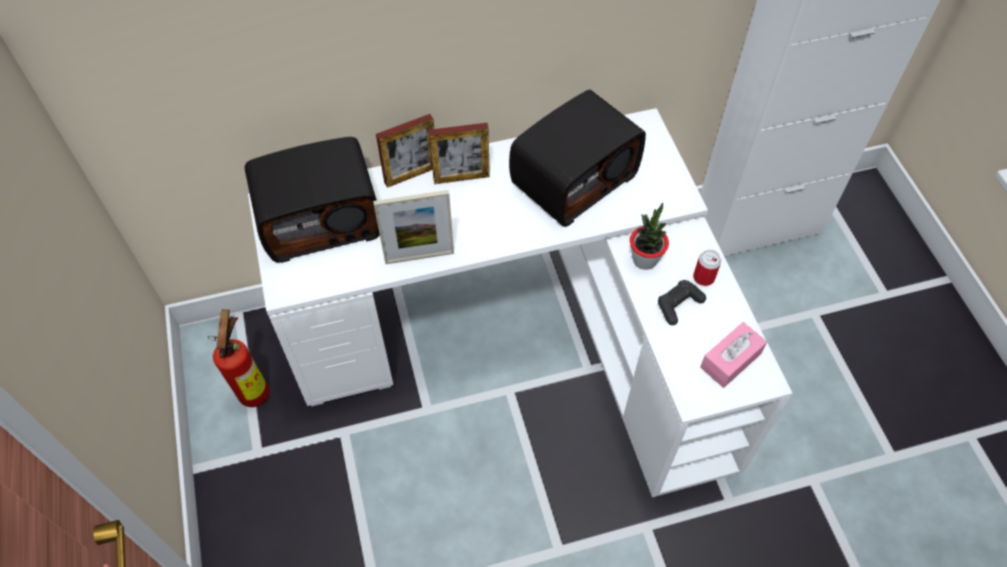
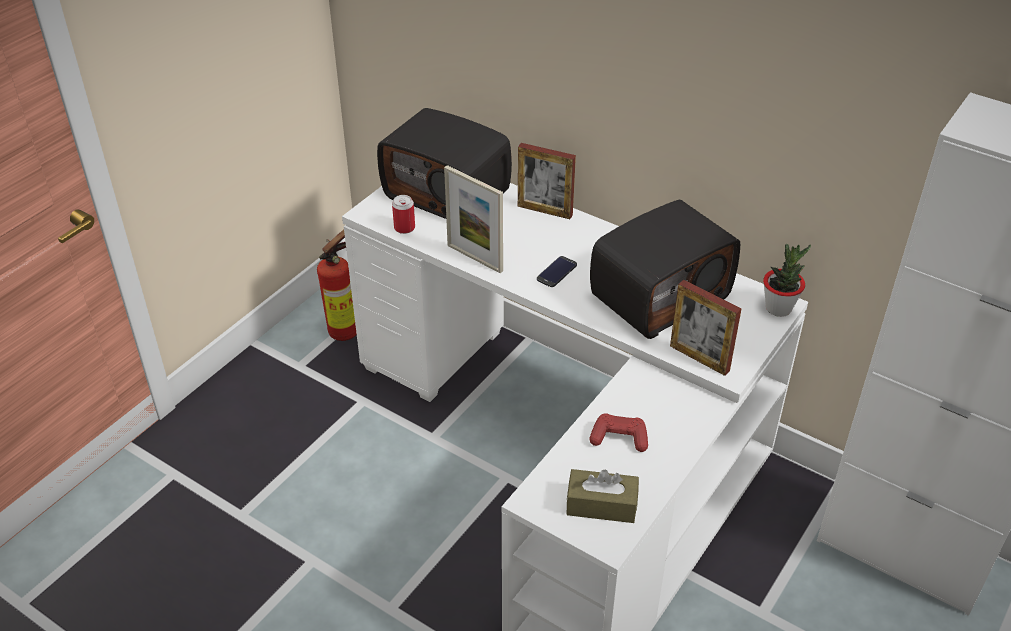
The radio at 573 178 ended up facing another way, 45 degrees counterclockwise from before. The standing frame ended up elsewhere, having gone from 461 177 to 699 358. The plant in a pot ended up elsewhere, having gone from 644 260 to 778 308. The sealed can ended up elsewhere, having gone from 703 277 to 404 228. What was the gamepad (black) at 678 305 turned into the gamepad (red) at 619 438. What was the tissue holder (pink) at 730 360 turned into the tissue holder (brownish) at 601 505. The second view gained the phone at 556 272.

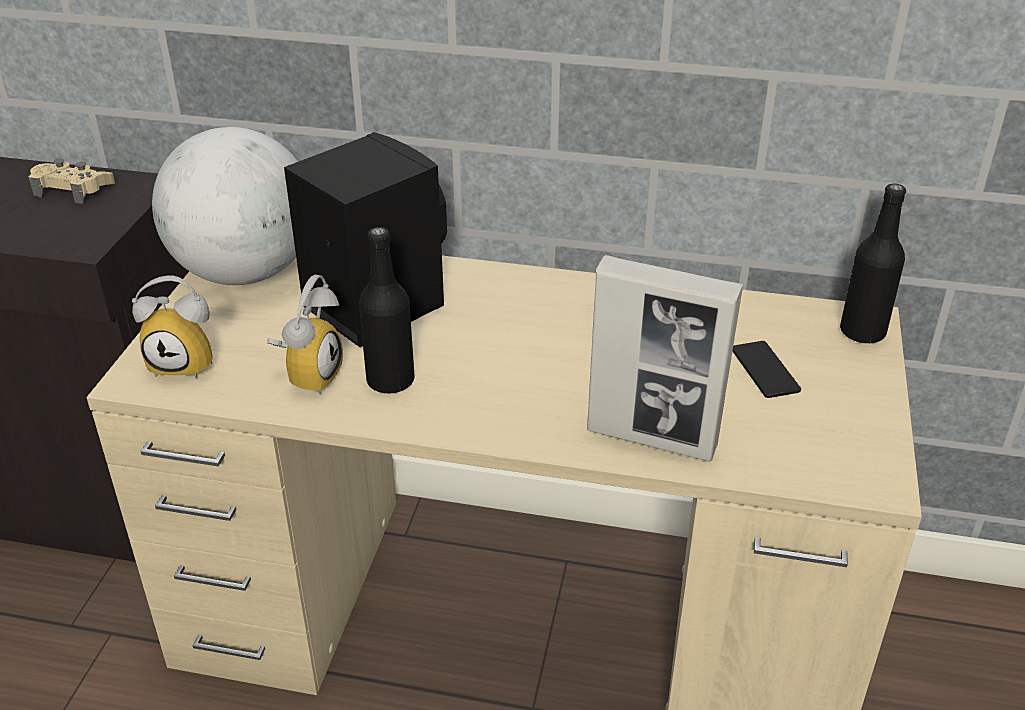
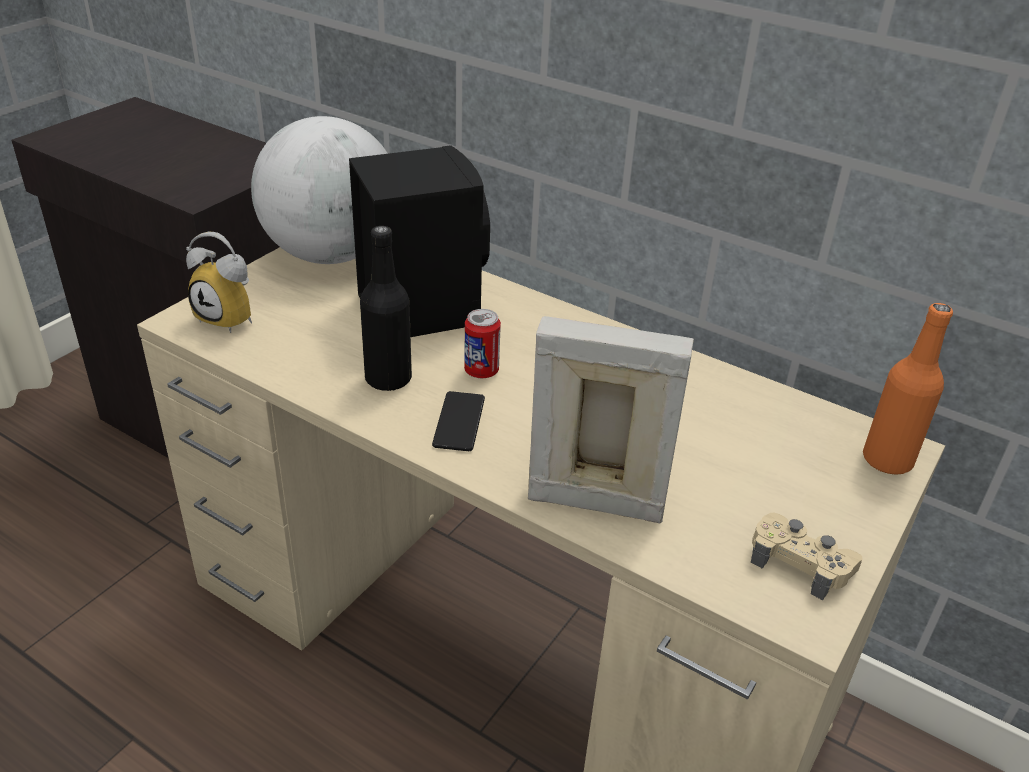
The gamepad (beige-coloured) ended up elsewhere, having gone from 73 189 to 800 562. What was the beverage bottle (black) at 862 332 turned into the beverage bottle (orange-coloured) at 887 460. The standing frame at 652 439 ended up facing another way, 150 degrees clockwise from before. The second view lost the table clock at 309 375. The phone ended up elsewhere, having gone from 765 370 to 459 422. The second view gained the sealed can at 481 371.

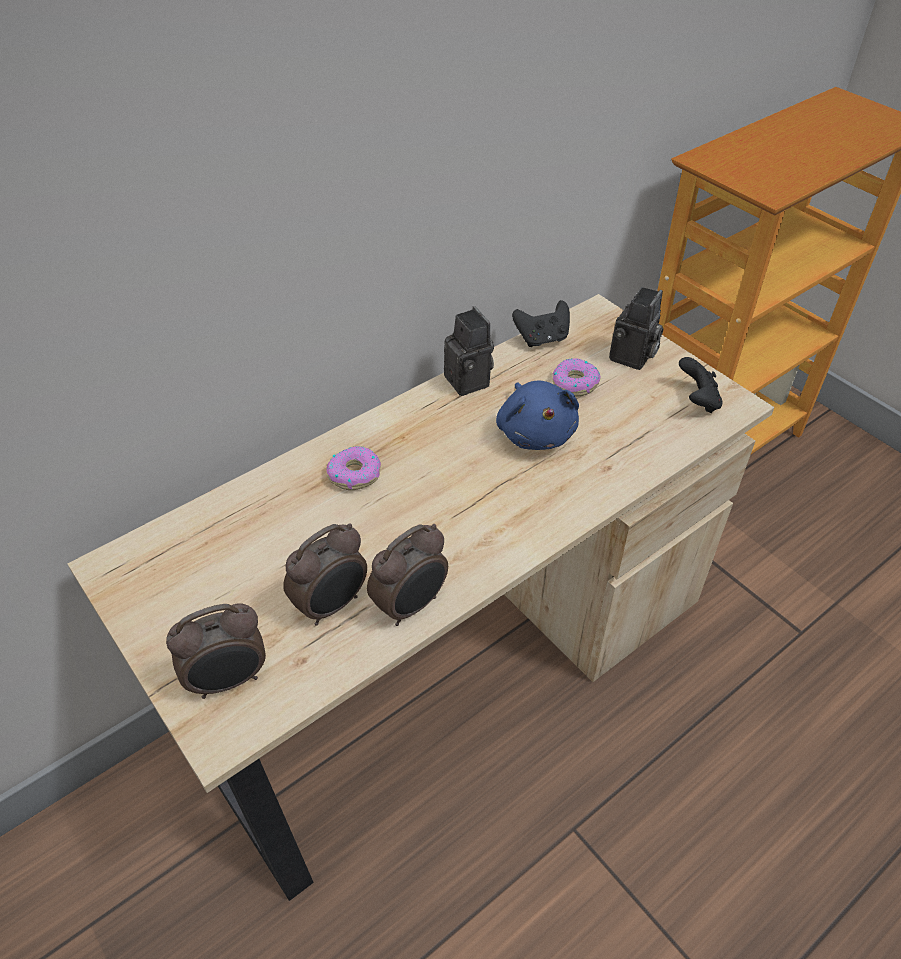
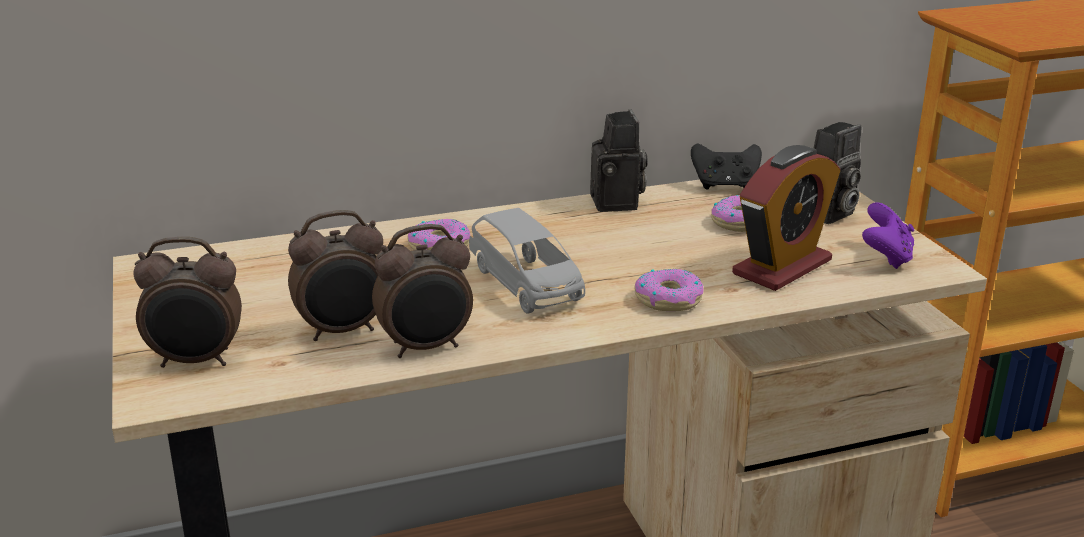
What was the gamepad (black) at 697 401 turned into the gamepad (purple) at 885 257. The second view lost the plush toy (blue) at 535 432. The second view gained the table clock at 782 267. The second view gained the toy car (gray) at 526 284. The second view gained the ring doughnut at 668 299.

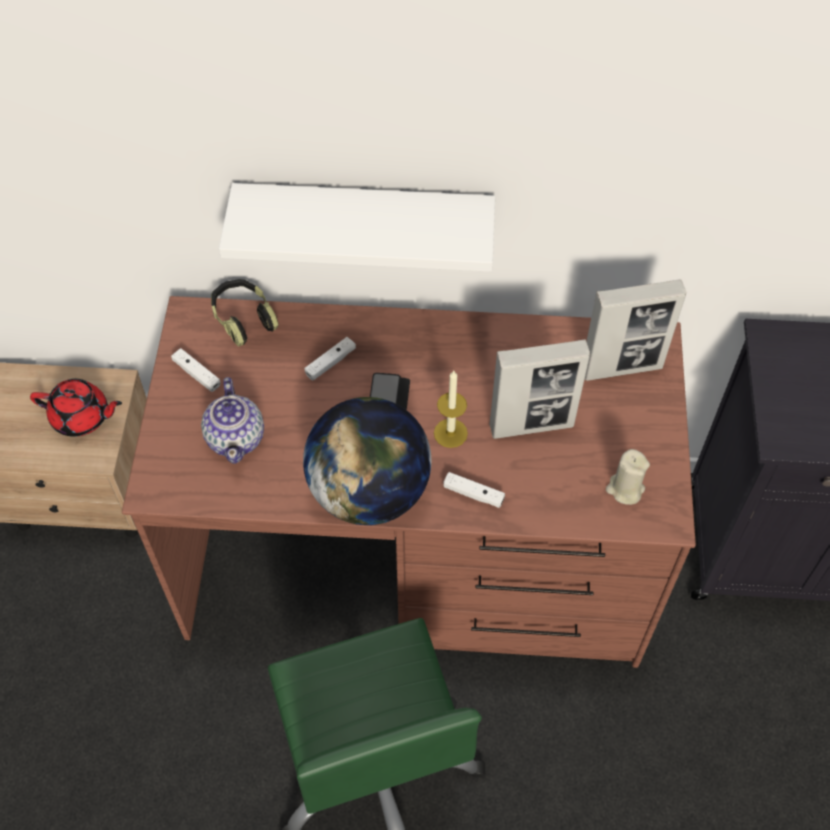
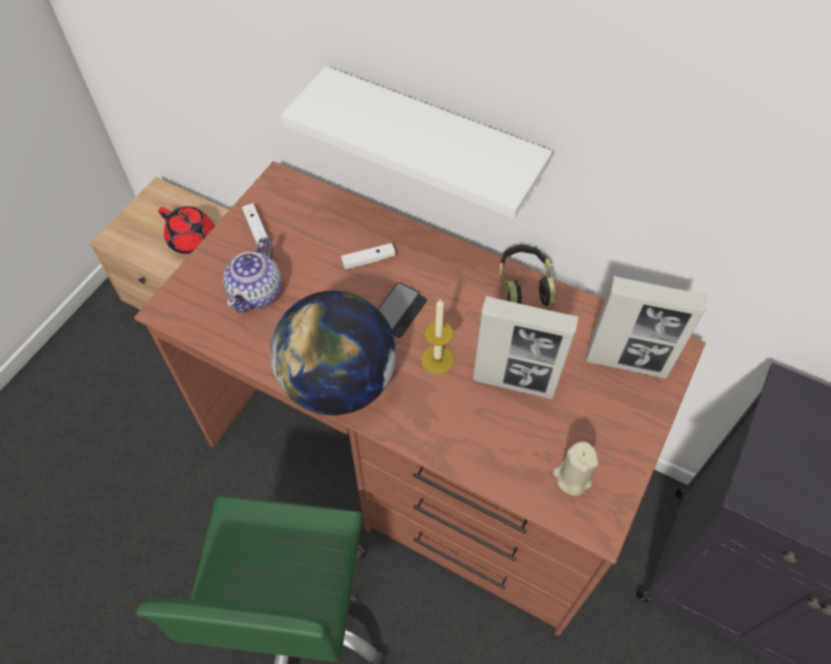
The headset ended up elsewhere, having gone from 243 318 to 524 284. The second view lost the gamepad (whitish) at 473 494.

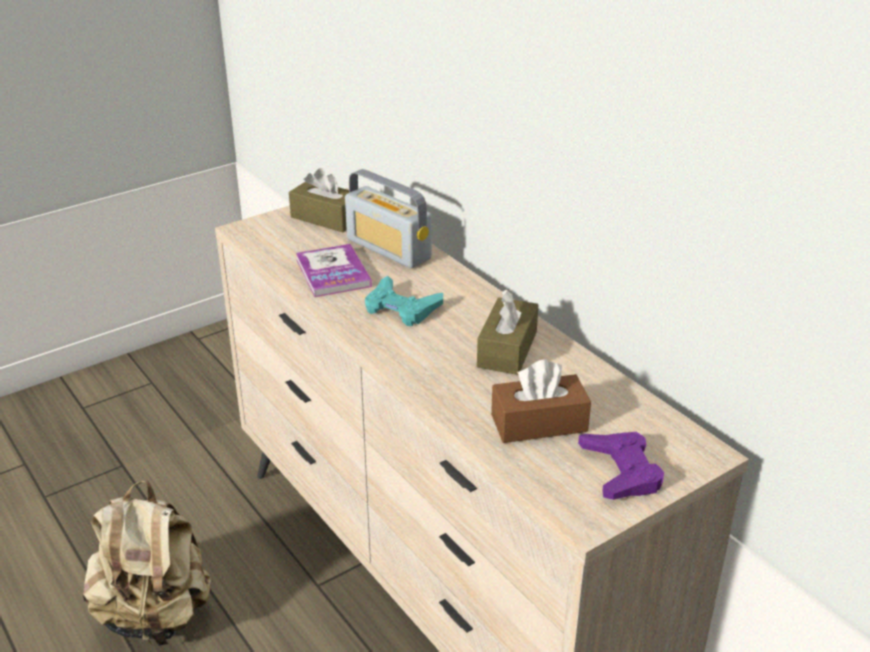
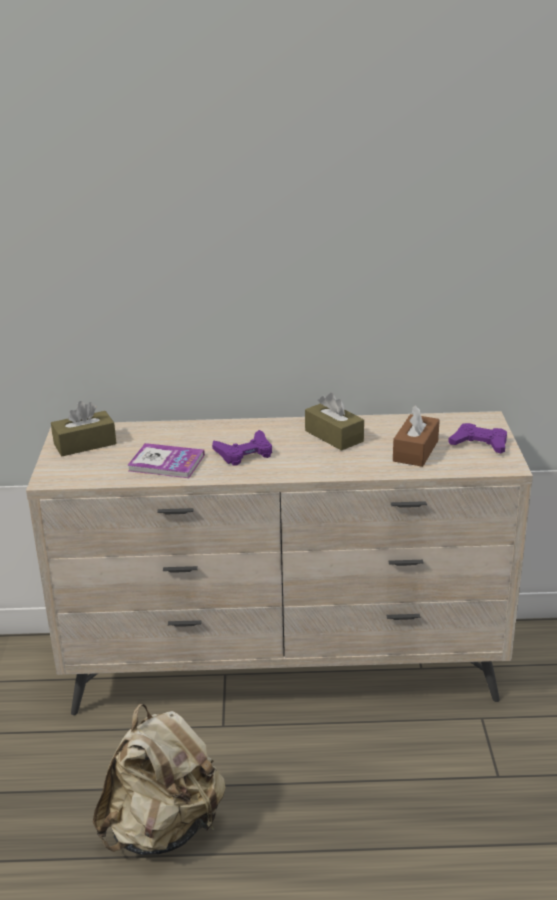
The second view lost the radio at 388 249. What was the gamepad (turquoise-coloured) at 401 308 turned into the gamepad (purple) at 244 453.

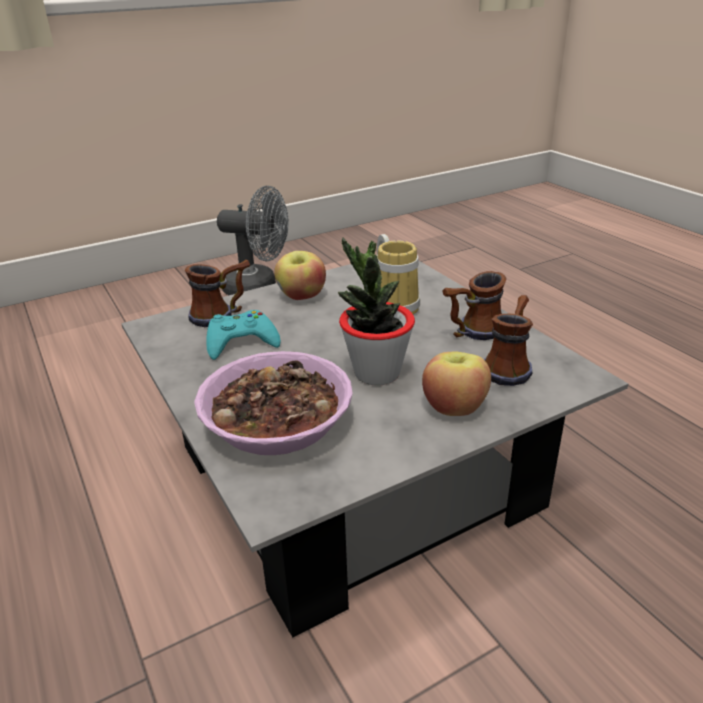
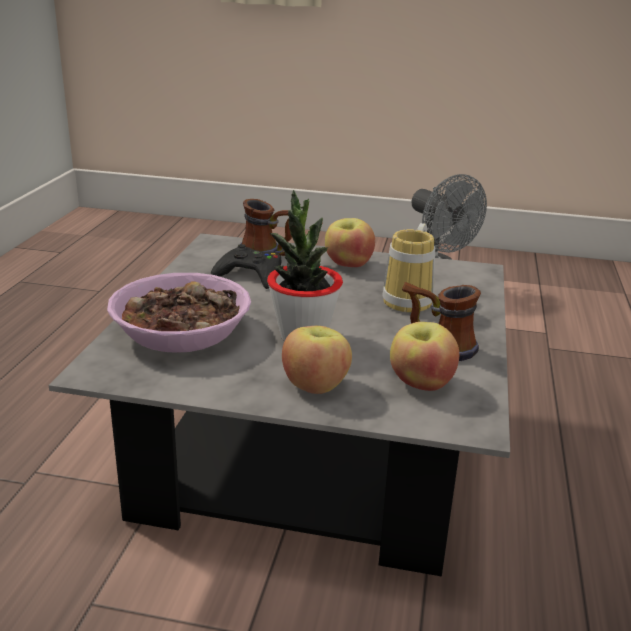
Where the mug stood at 509 365, the apple fruit came to stand at 420 383. What was the gamepad (turquoise-coloured) at 241 341 turned into the gamepad (black) at 250 275.

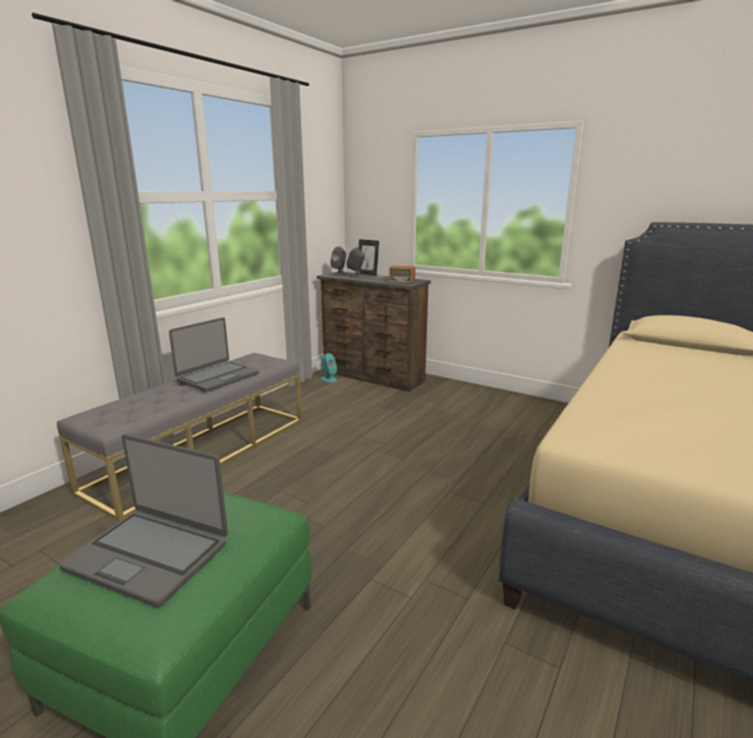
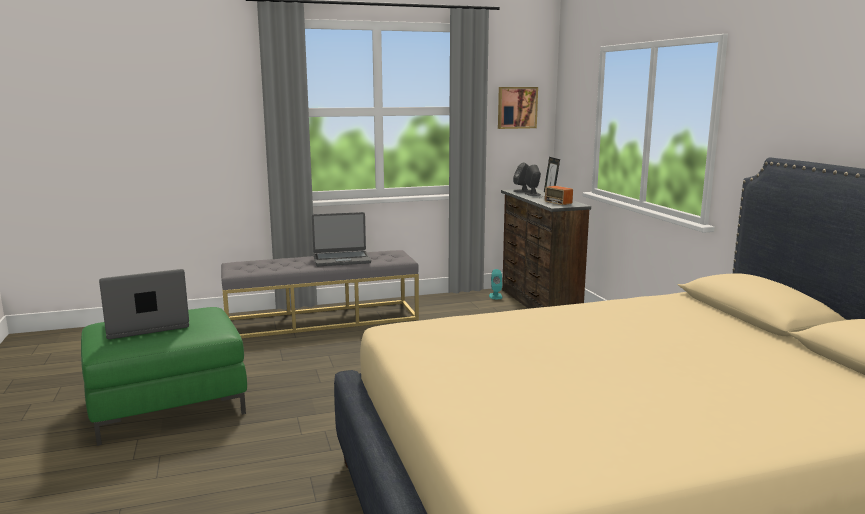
The laptop at 149 555 ended up facing another way, 90 degrees clockwise from before. The second view gained the wall picture at 516 107.

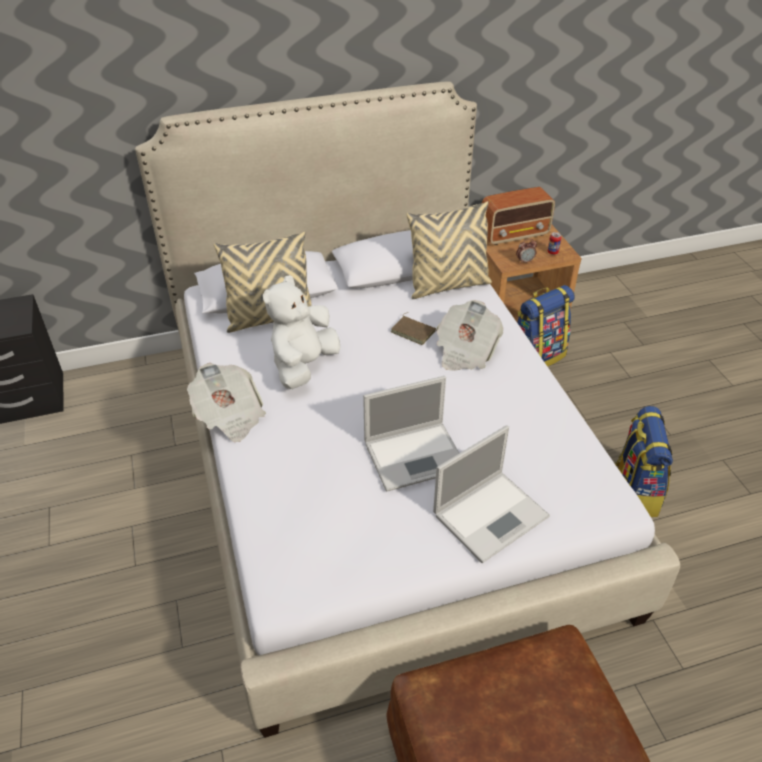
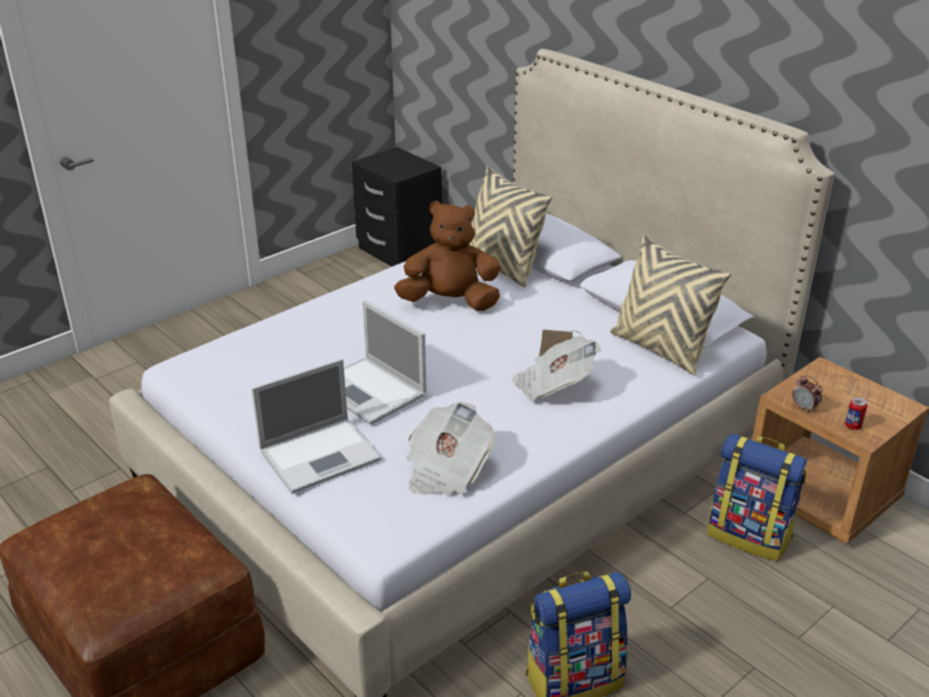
The second view lost the radio at 514 234. What was the plush toy (whitish) at 303 365 turned into the plush toy (brownish) at 450 302. The printed paper ended up elsewhere, having gone from 229 416 to 446 470. The laptop at 492 514 ended up facing another way, 60 degrees counterclockwise from before.

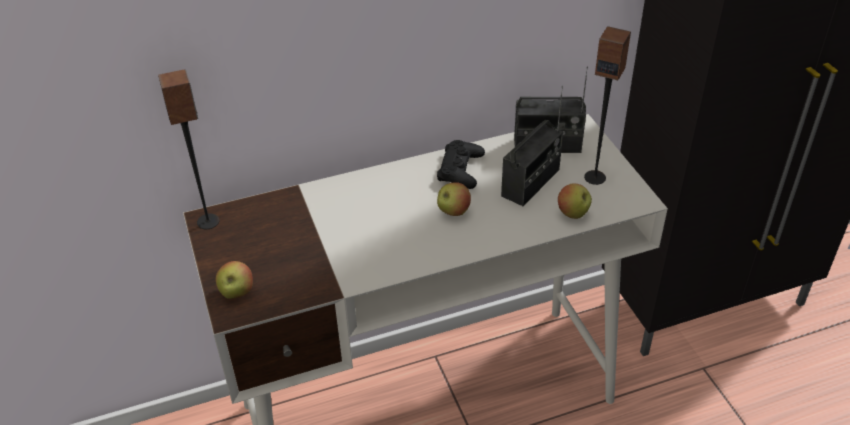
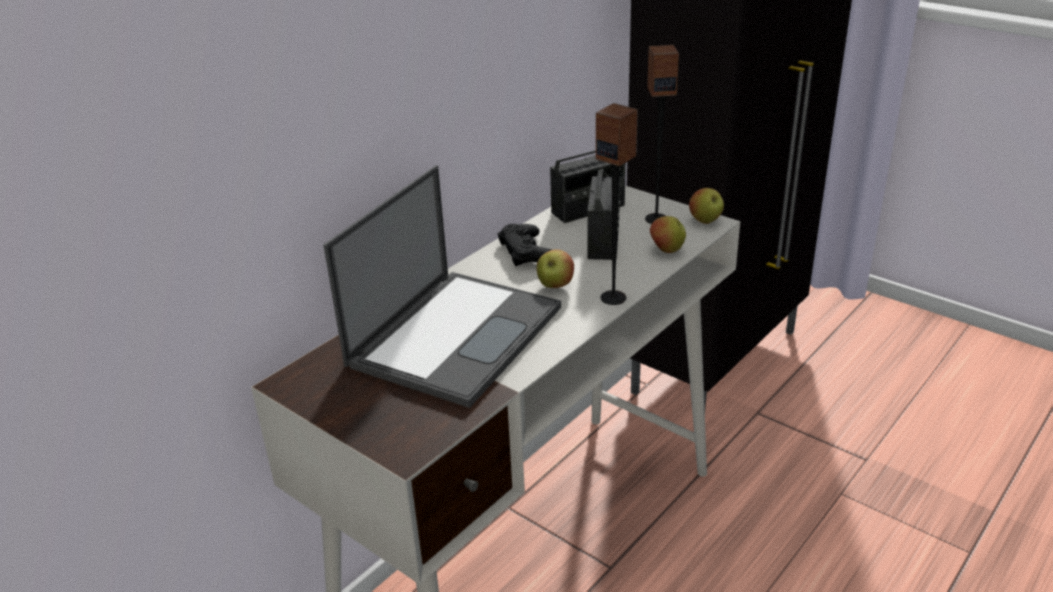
The loudspeaker ended up elsewhere, having gone from 208 221 to 613 297. The apple fruit ended up elsewhere, having gone from 236 293 to 705 221. The second view gained the laptop at 456 334.

